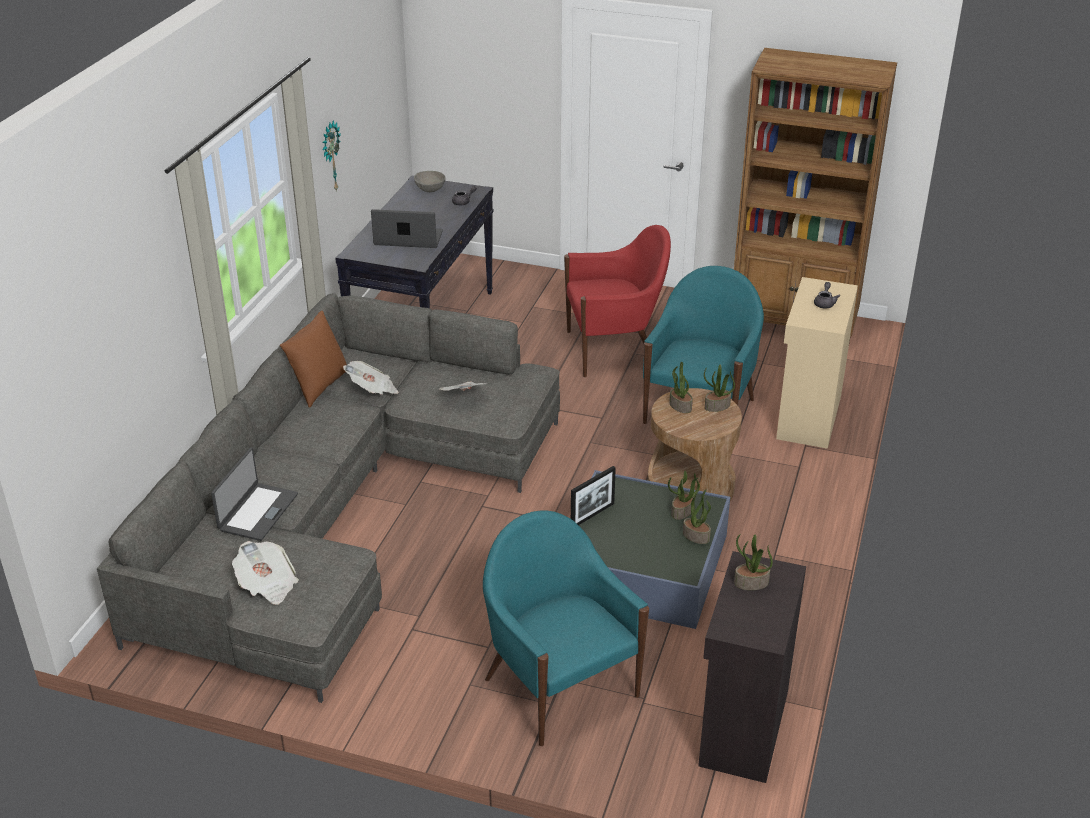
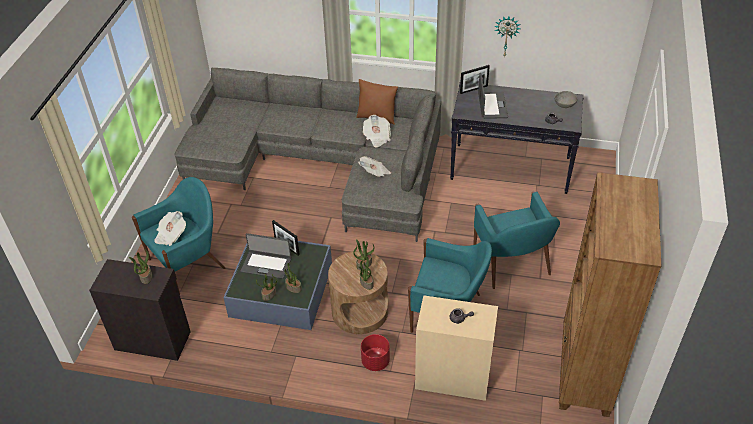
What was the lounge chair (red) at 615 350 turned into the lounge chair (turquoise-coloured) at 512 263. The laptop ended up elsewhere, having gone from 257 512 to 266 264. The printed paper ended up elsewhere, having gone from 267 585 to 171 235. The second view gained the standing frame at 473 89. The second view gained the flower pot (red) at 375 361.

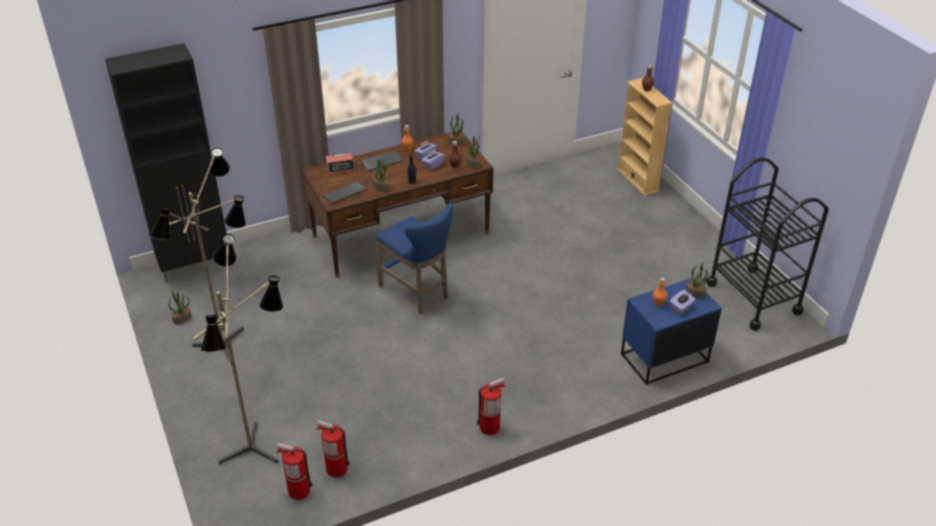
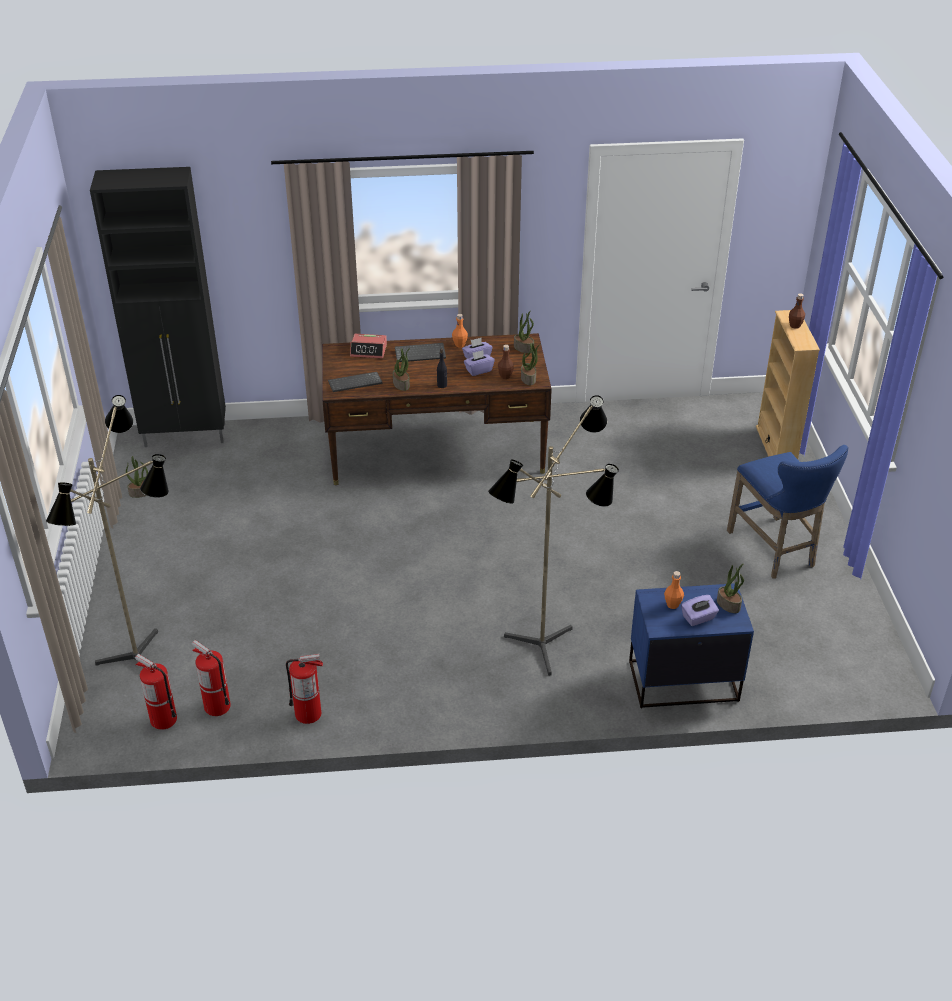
The standing lamp ended up elsewhere, having gone from 228 348 to 548 650. The second view lost the wheeled cart (black) at 753 298. The sitting stool (blue) ended up elsewhere, having gone from 417 293 to 775 551. The fire-fighting cylinder ended up elsewhere, having gone from 490 427 to 308 713.

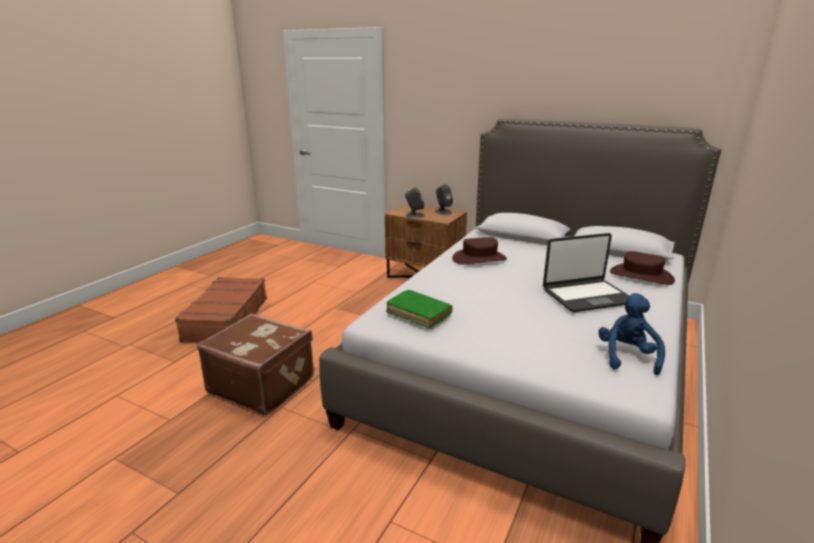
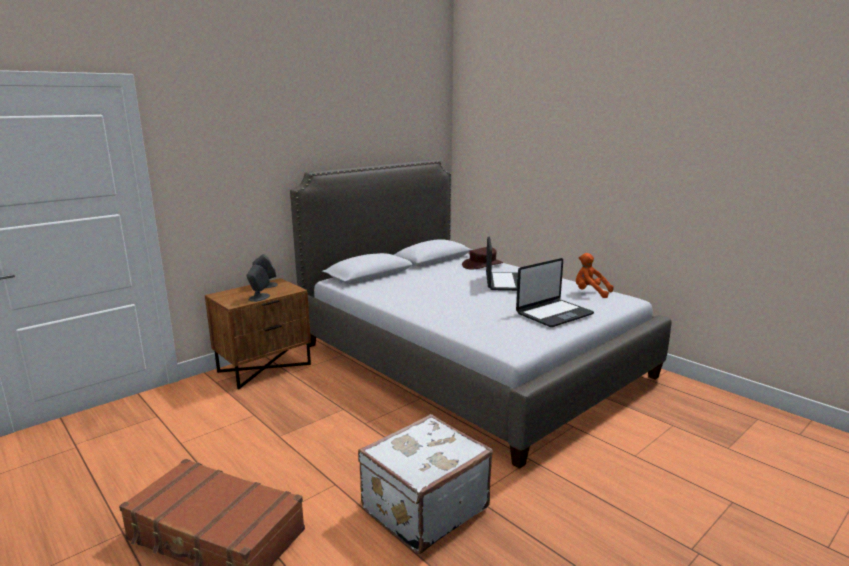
The second view lost the clothing hat (brownish) at 479 258. The second view lost the book (green) at 419 314. What was the plush toy (blue) at 627 357 turned into the plush toy (orange-coloured) at 590 293. What was the suitcase (brownish) at 262 384 turned into the suitcase (whitish) at 423 507. The second view gained the laptop at 553 314.

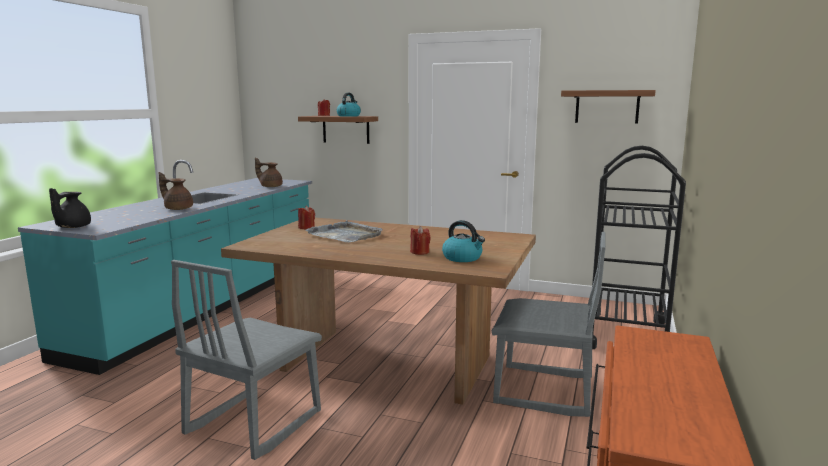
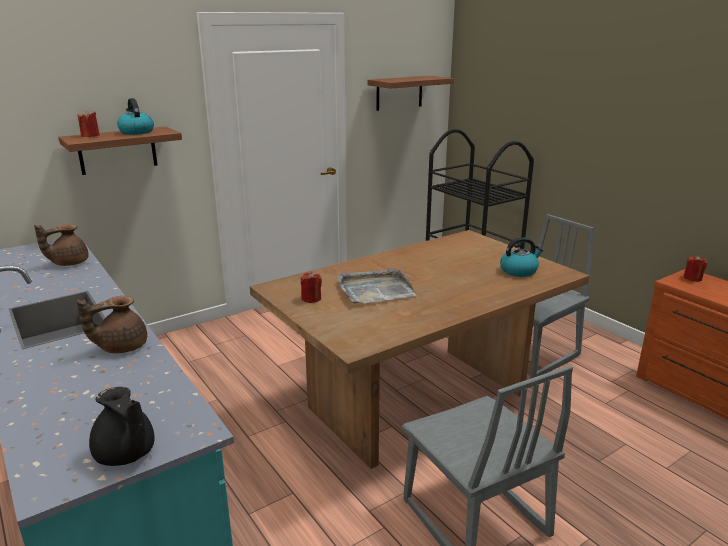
The candle (red) ended up elsewhere, having gone from 419 252 to 692 278.

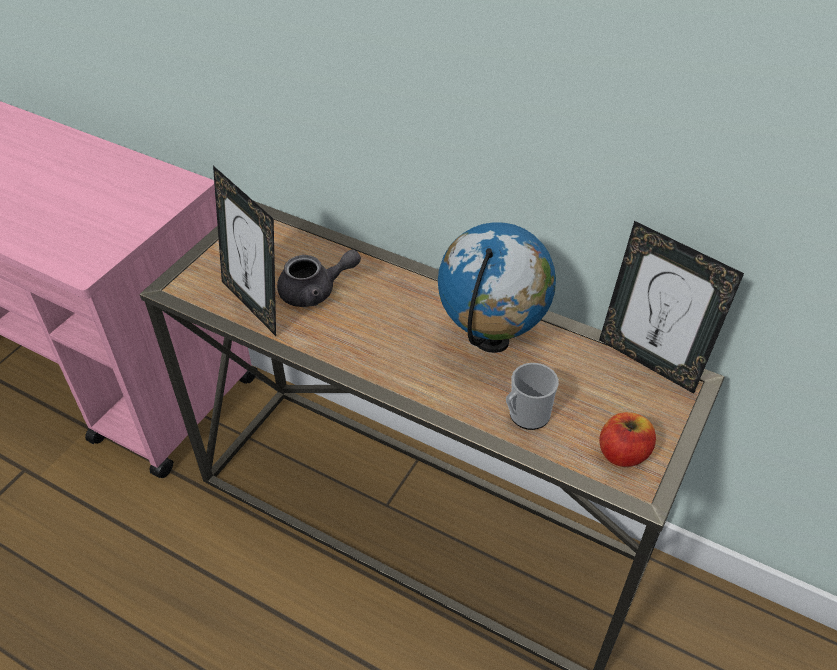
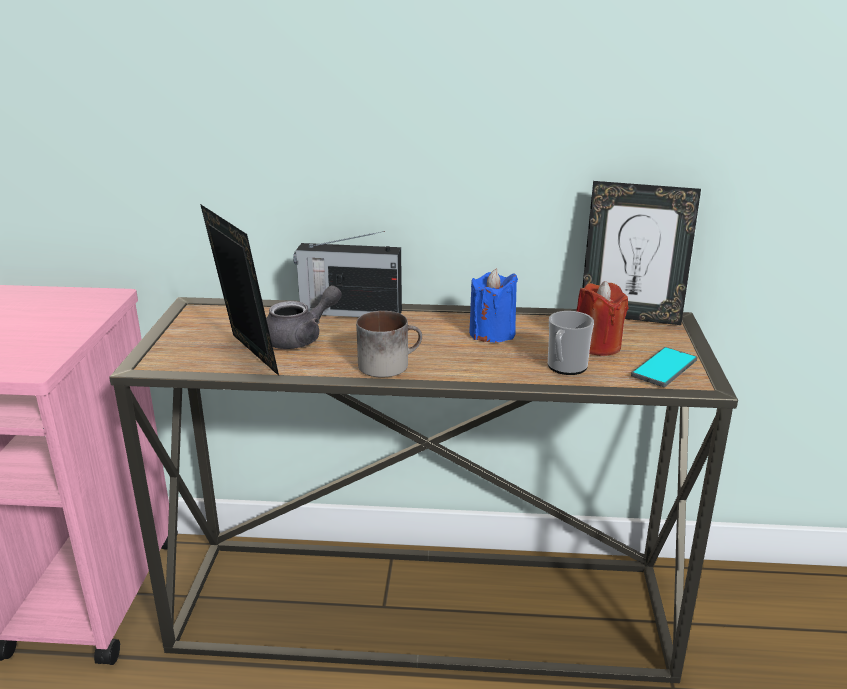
The standing frame at 255 304 ended up facing another way, 150 degrees counterclockwise from before. Where the globe stood at 491 341, the candle (blue) came to stand at 492 333. Where the apple fruit stood at 622 453, the phone came to stand at 664 368. The second view gained the radio at 349 312. The second view gained the candle (red) at 597 345. The second view gained the mug at 389 363.

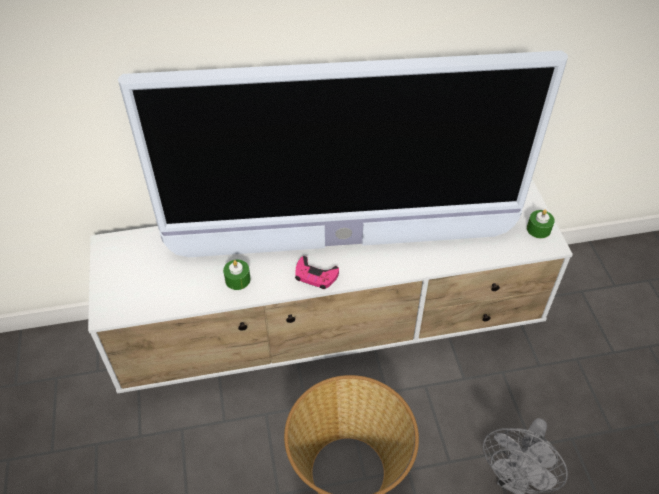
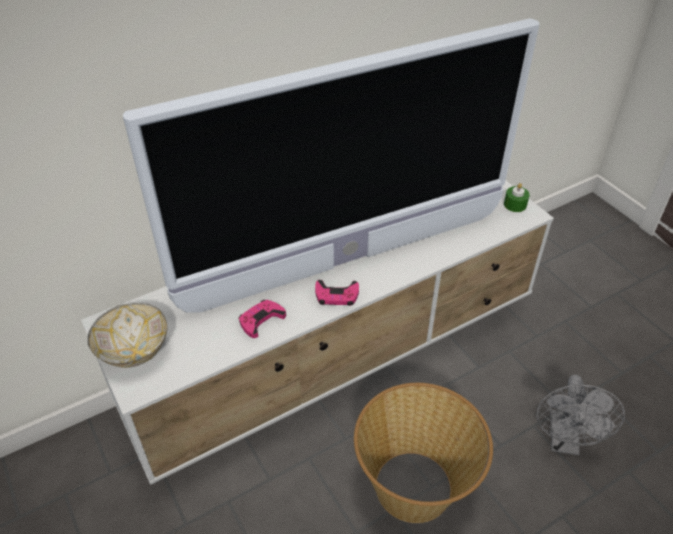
Where the candle (green) stood at 237 279, the gamepad (pink) came to stand at 261 320. The second view gained the deep dish at 133 352.

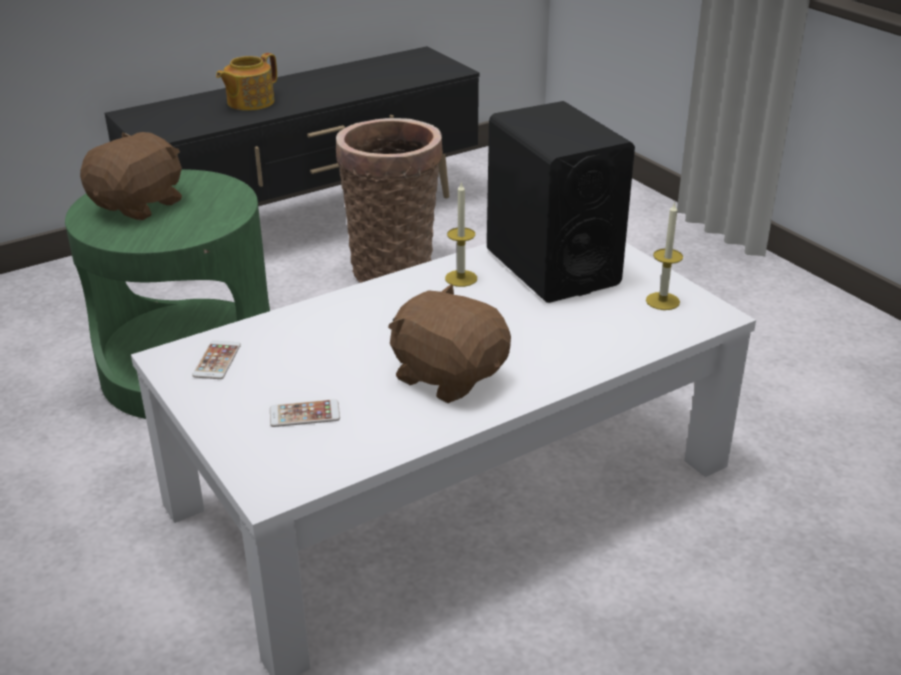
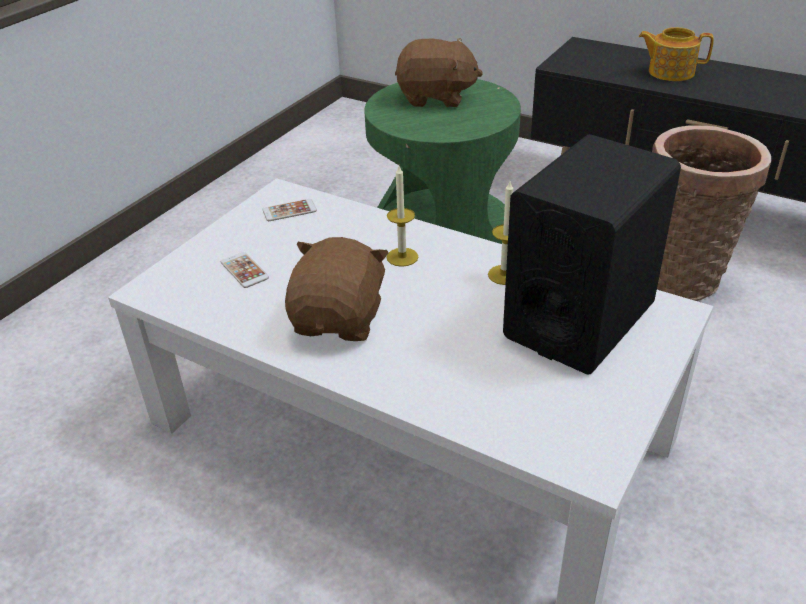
The candle ended up elsewhere, having gone from 662 301 to 402 257.

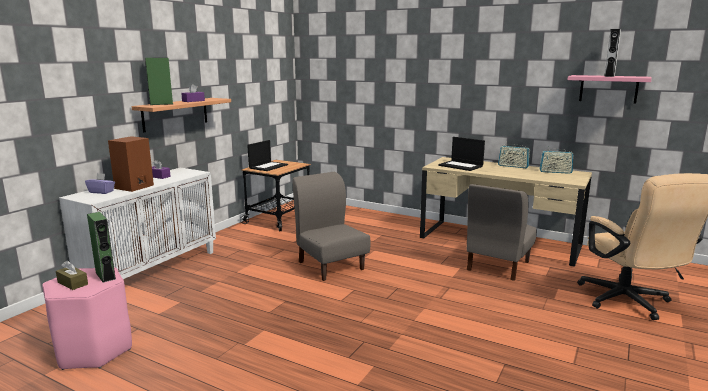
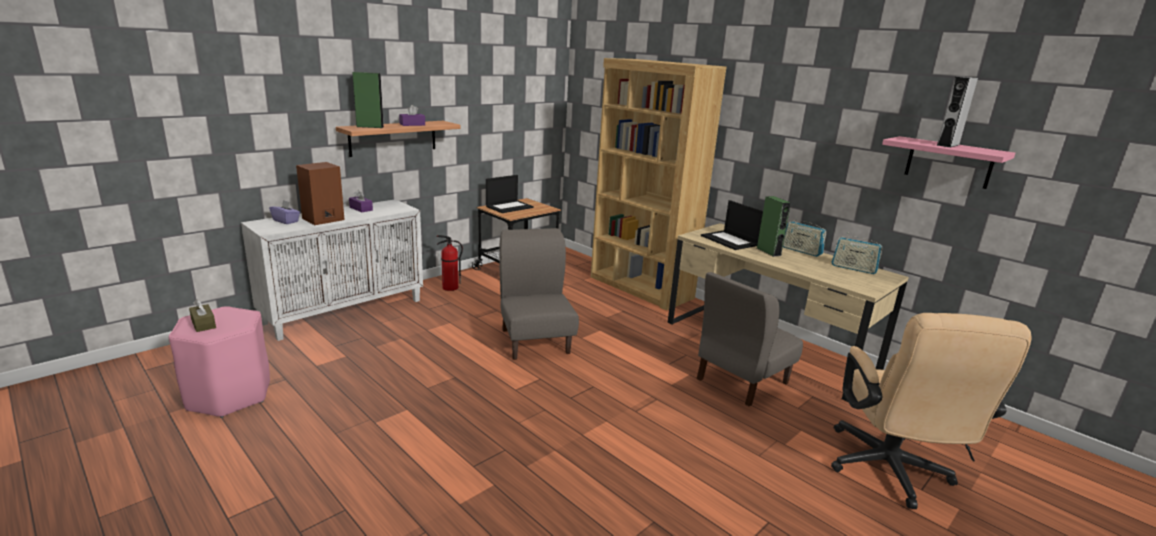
The loudspeaker (green) ended up elsewhere, having gone from 105 275 to 768 251. The second view gained the bookcase (brownish) at 640 288. The second view gained the fire-fighting cylinder at 449 288.

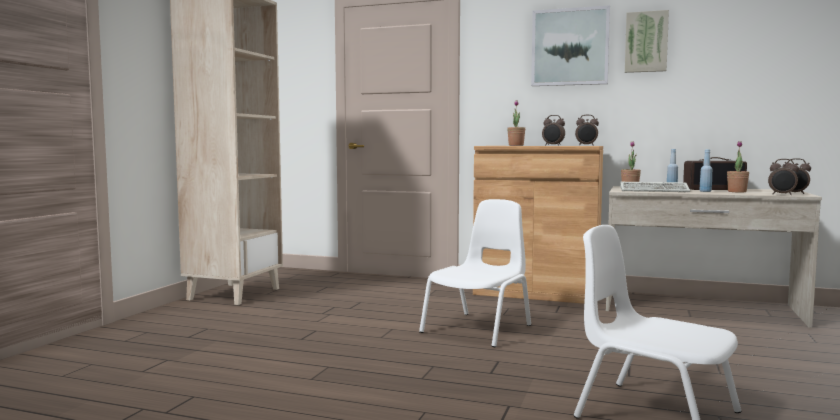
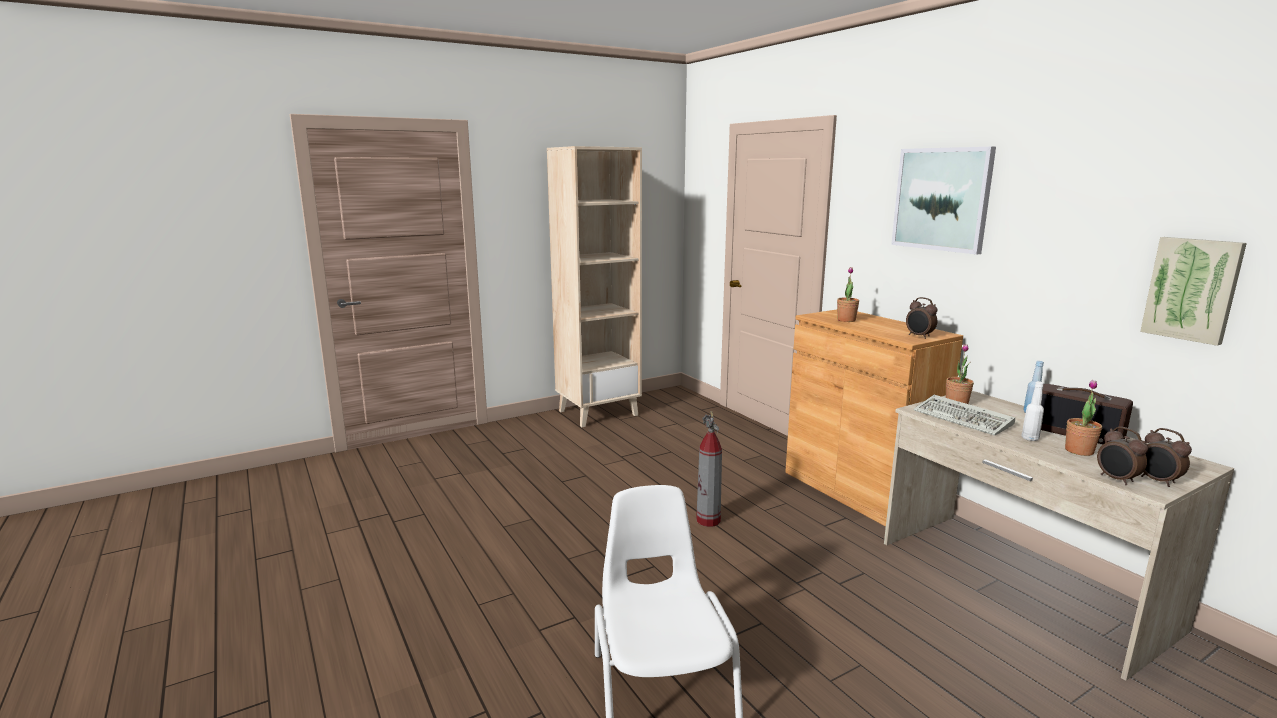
The wall picture ended up elsewhere, having gone from 646 42 to 1192 289. The second view lost the table clock at 553 145. What was the beverage bottle (blue) at 705 191 turned into the beverage bottle (whitish) at 1030 438. Where the plain chair (whitish) stood at 479 329, the fire-fighting cylinder came to stand at 708 521.

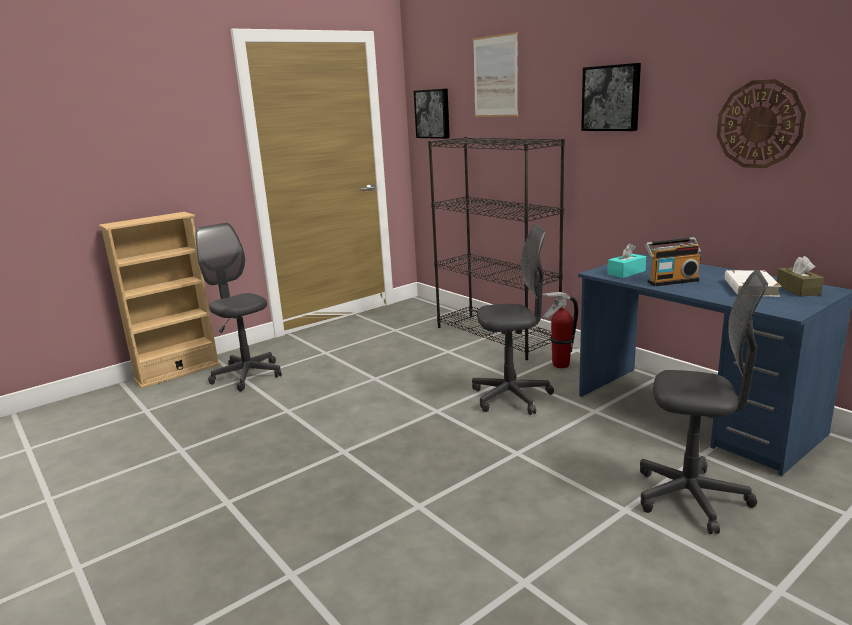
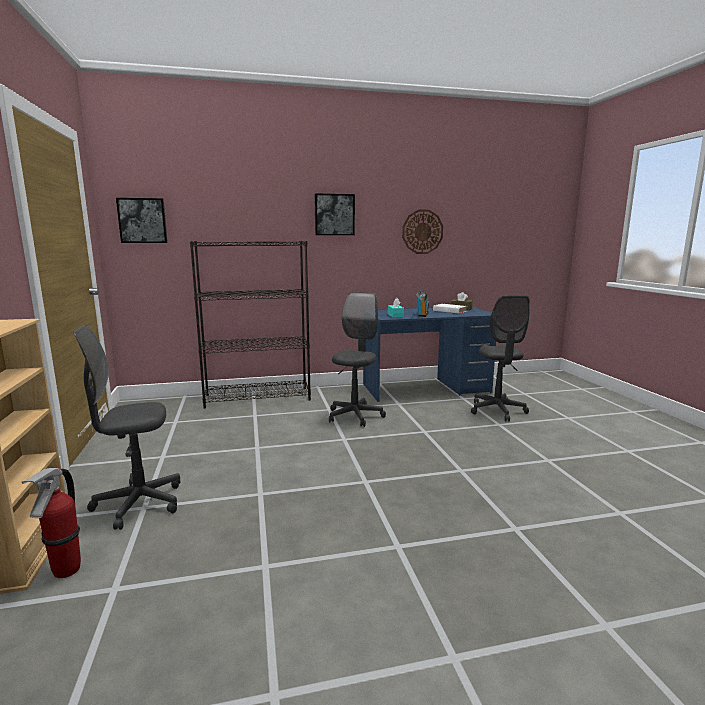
The second view lost the wall picture at 495 76. The office chair (gray) at 691 498 ended up facing another way, 135 degrees clockwise from before. The fire-fighting cylinder ended up elsewhere, having gone from 560 365 to 66 571.

